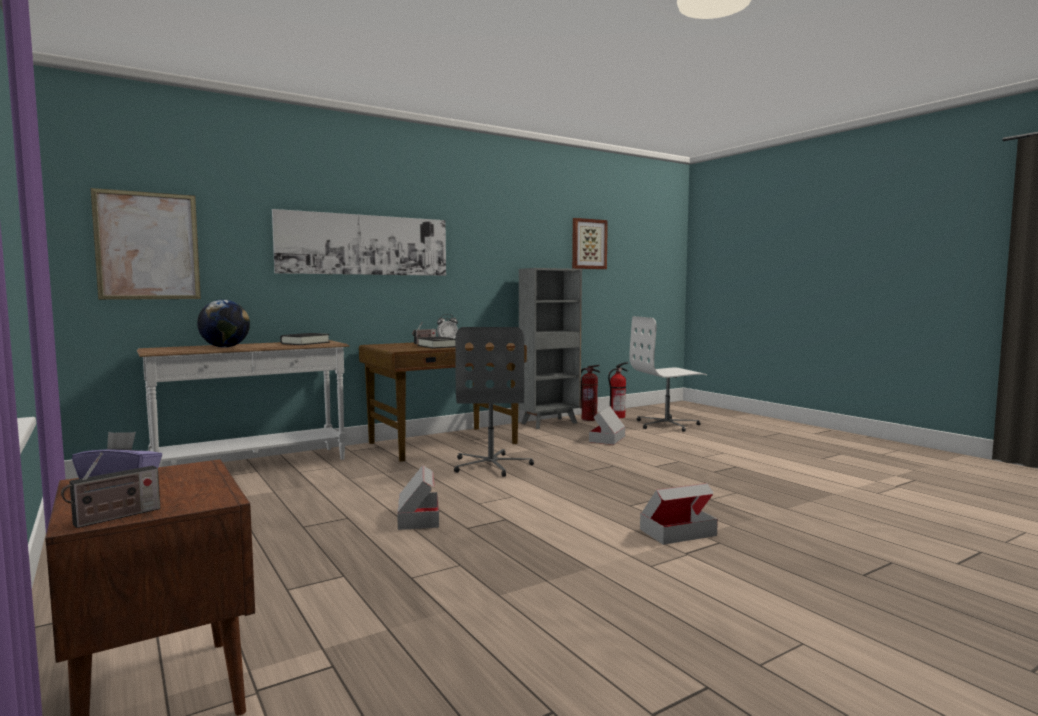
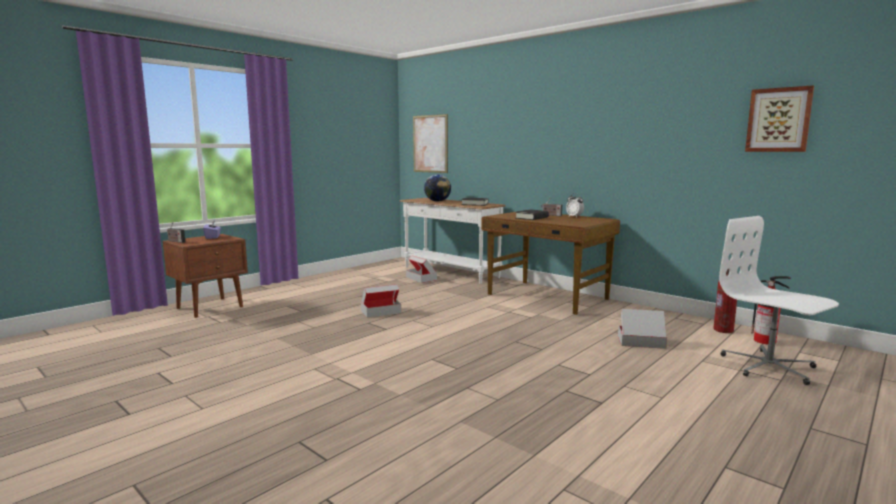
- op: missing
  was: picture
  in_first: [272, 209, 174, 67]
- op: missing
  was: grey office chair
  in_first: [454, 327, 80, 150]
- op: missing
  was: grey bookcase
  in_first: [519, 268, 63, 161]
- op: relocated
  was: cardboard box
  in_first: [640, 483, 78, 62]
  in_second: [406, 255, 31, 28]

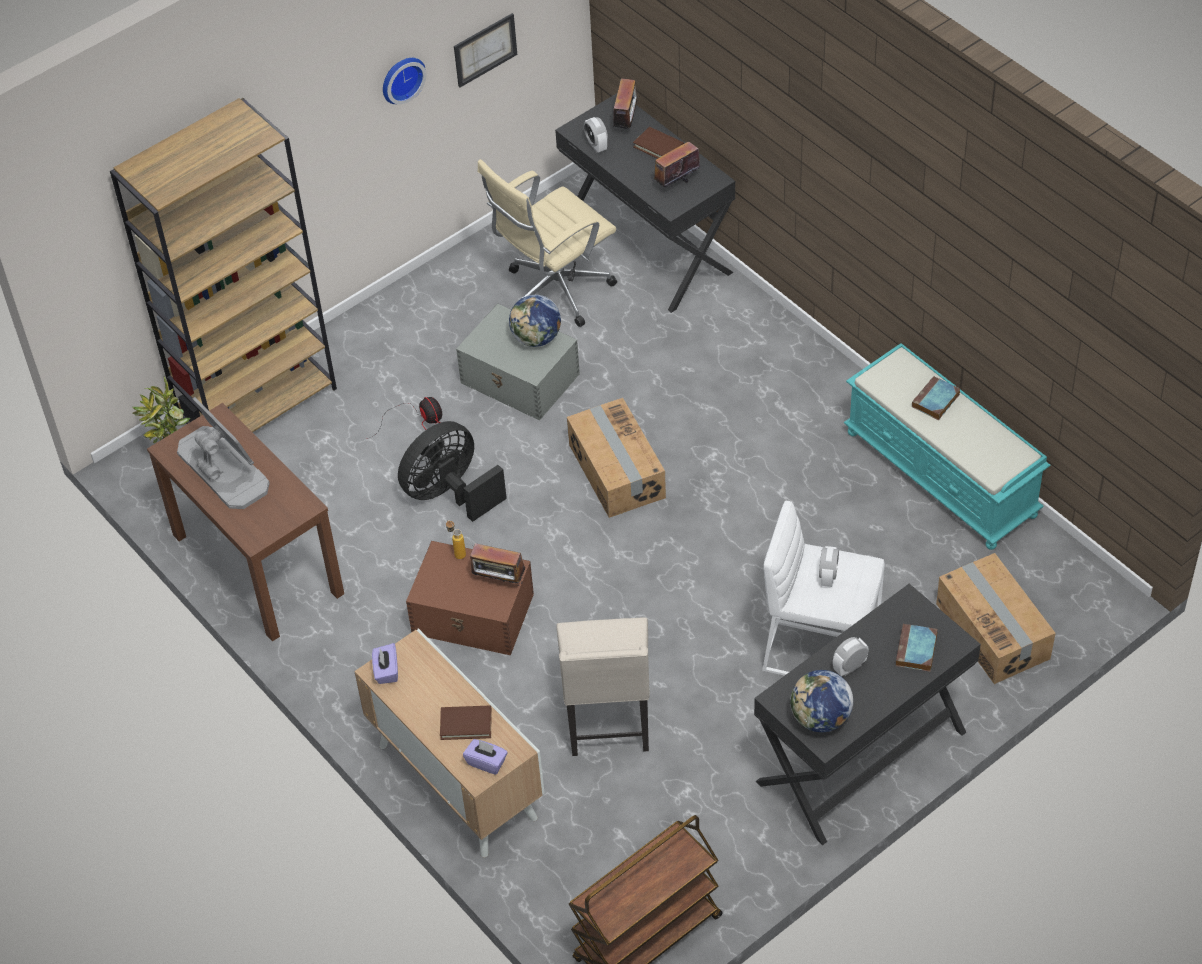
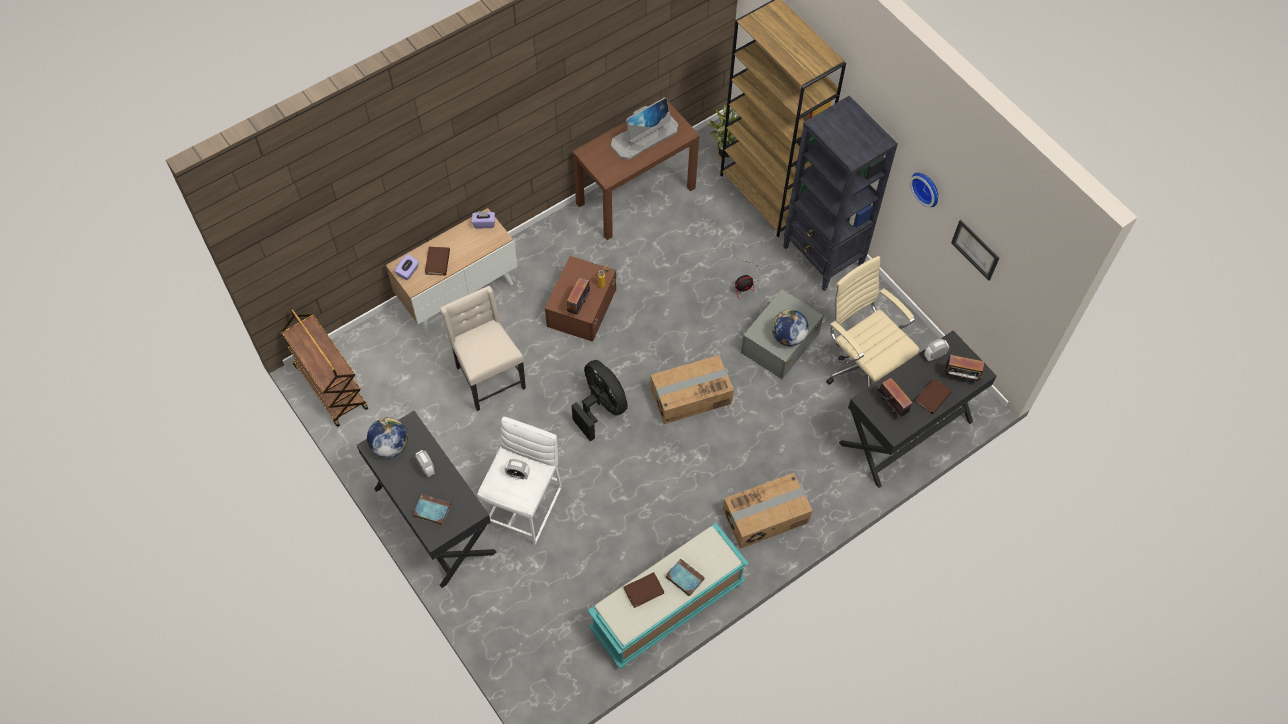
- op: appeared
  now: brown book
  in_second: [624, 572, 40, 36]
- op: appeared
  now: black bookcase
  in_second: [783, 96, 115, 195]
- op: relocated
  was: black fan
  in_first: [398, 421, 109, 101]
  in_second: [572, 360, 56, 81]
- op: relocated
  was: cardboard box
  in_first: [936, 553, 120, 131]
  in_second: [723, 473, 90, 76]
- op: spun
  was: beige chair
  in_first: [556, 618, 94, 138]
  in_second: [440, 286, 86, 125]
  clockwise: 60

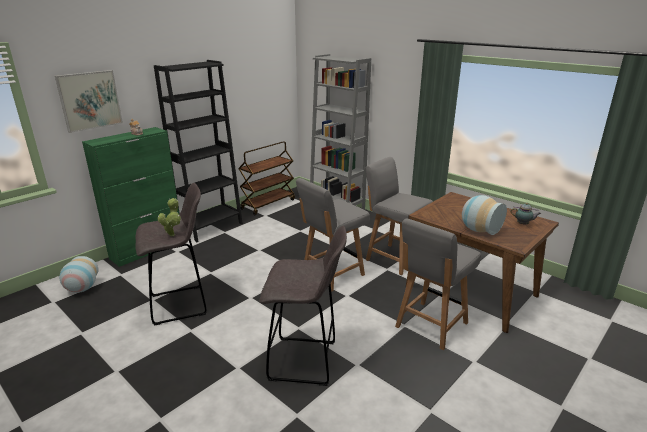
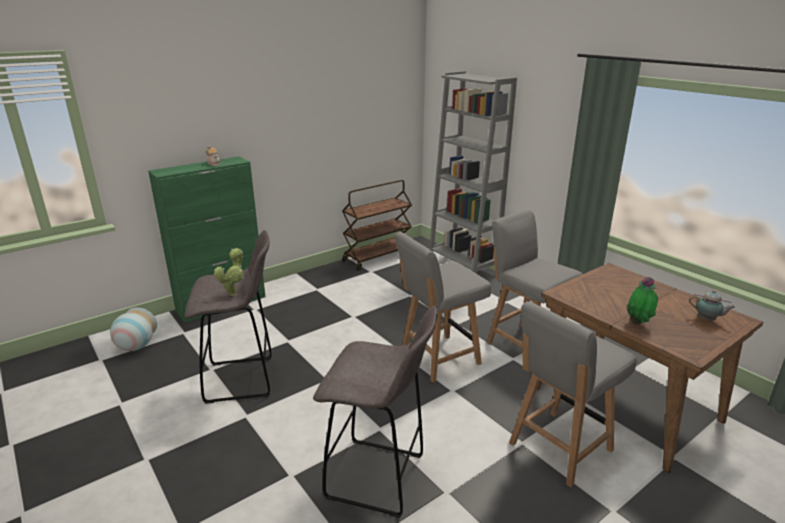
- op: missing
  was: picture
  in_first: [55, 70, 68, 63]
- op: missing
  was: black bookcase
  in_first: [154, 60, 89, 182]
- op: exchanged
  was: vase
  now: potted plant
  in_first: [462, 195, 45, 40]
  in_second: [627, 277, 31, 48]

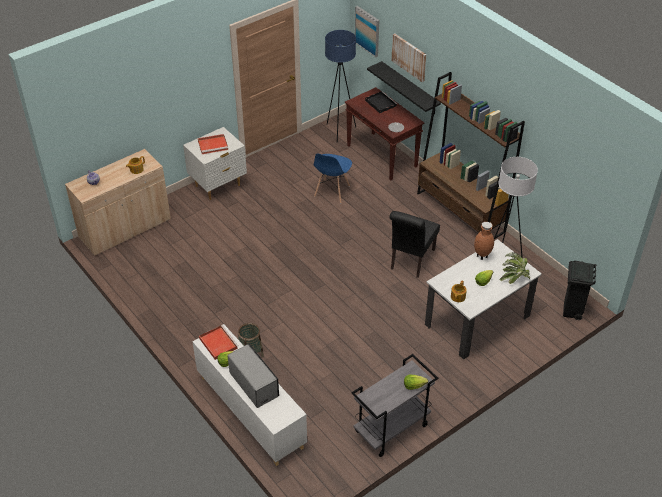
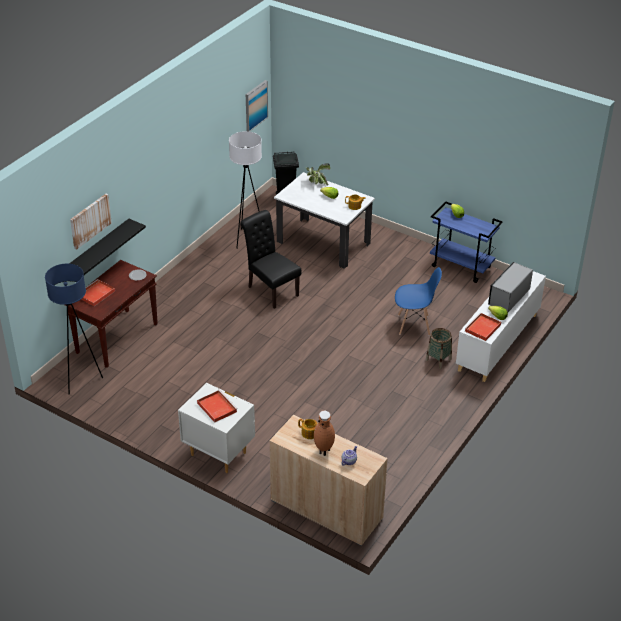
- op: missing
  was: brown bookcase
  in_first: [417, 72, 108, 167]
- op: relocated
  was: blue chair
  in_first: [314, 153, 38, 50]
  in_second: [395, 267, 47, 69]
- op: relocated
  was: picture
  in_first: [355, 6, 24, 51]
  in_second: [246, 80, 22, 52]
- op: relocated
  was: brown vase
  in_first: [474, 222, 20, 38]
  in_second: [314, 411, 21, 45]
- op: colour
  was: grey cart
  now: blue cart
  in_first: [352, 354, 86, 103]
  in_second: [430, 201, 73, 82]
- op: colour
  was: black tray
  now: red tray
  in_first: [365, 91, 32, 22]
  in_second: [81, 279, 34, 27]
- op: spun
  was: black chair
  in_first: [389, 211, 51, 67]
  in_second: [240, 210, 61, 99]
  clockwise: -135

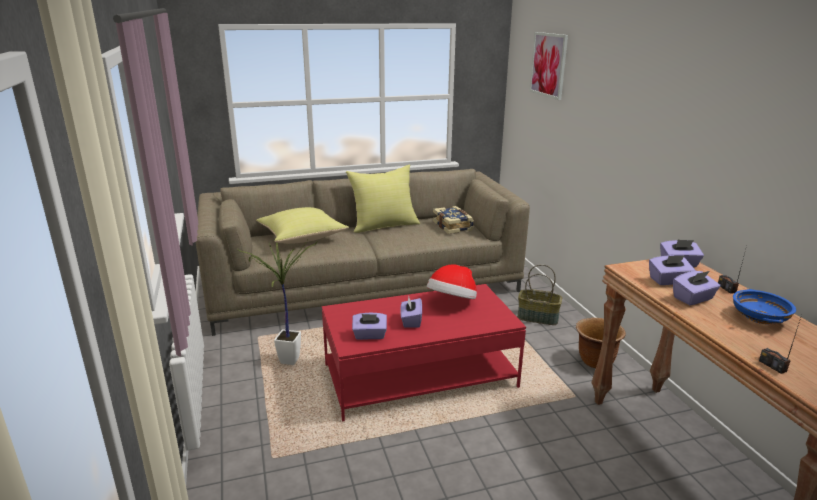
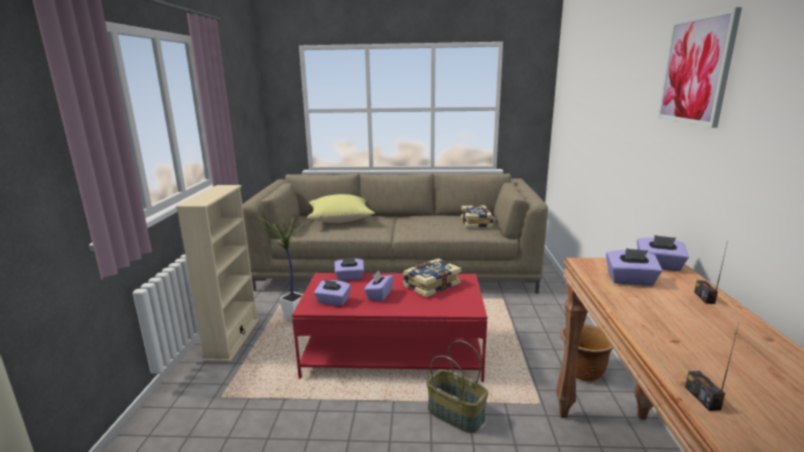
- op: missing
  was: yellow pillow
  in_first: [346, 165, 74, 68]
- op: missing
  was: blue bowl
  in_first: [733, 289, 63, 35]
- op: appeared
  now: beige bookcase
  in_second: [176, 185, 83, 177]
- op: relocated
  was: basket
  in_first: [517, 264, 45, 61]
  in_second: [427, 340, 61, 94]
- op: relocated
  was: picture
  in_first: [529, 32, 39, 68]
  in_second: [658, 7, 84, 121]
- op: relocated
  was: purple tissue box
  in_first: [673, 271, 47, 34]
  in_second: [335, 258, 29, 23]
- op: exchanged
  was: hat
  now: book
  in_first: [427, 264, 50, 35]
  in_second: [403, 259, 58, 38]

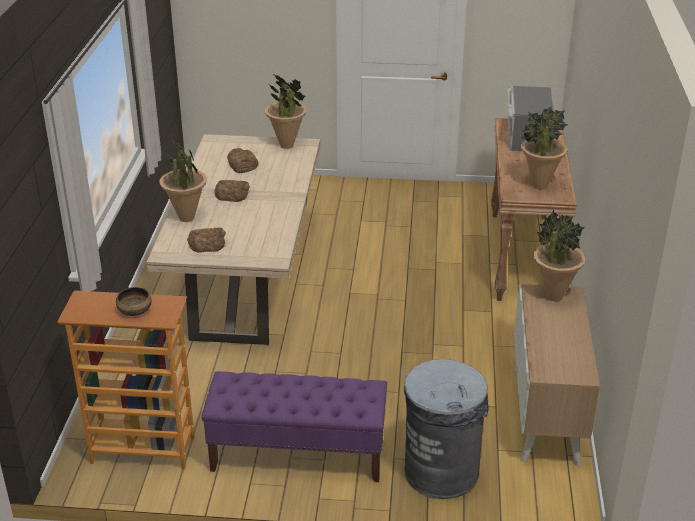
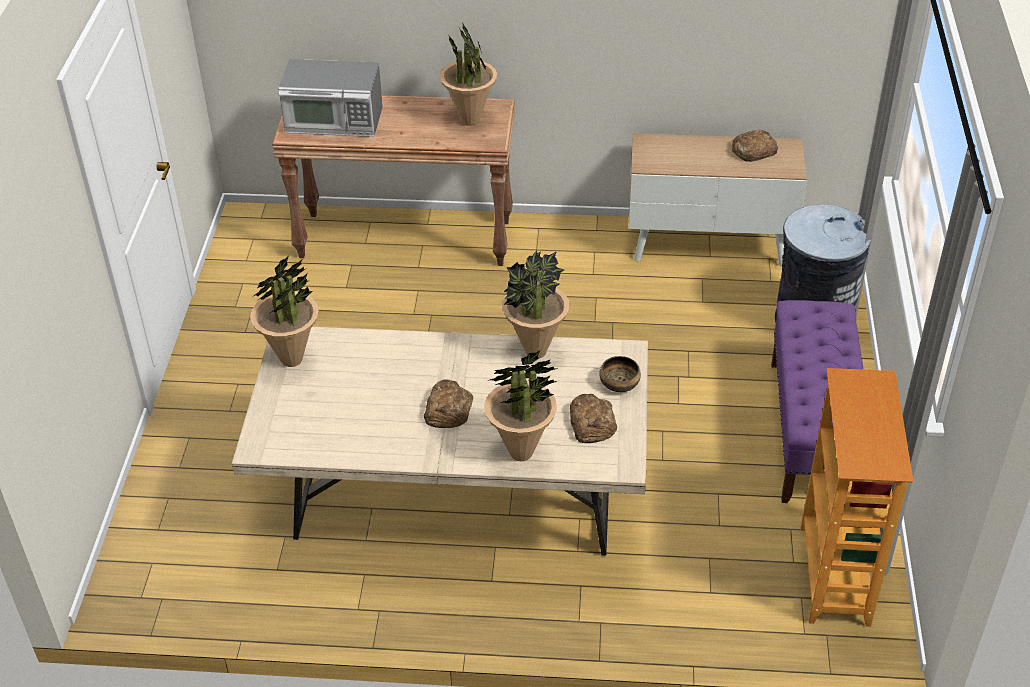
- op: relocated
  was: bowl
  in_first: [116, 287, 36, 29]
  in_second: [599, 356, 42, 36]
- op: relocated
  was: bread
  in_first: [227, 148, 32, 25]
  in_second: [732, 130, 46, 32]
- op: relocated
  was: potted plant
  in_first: [533, 209, 53, 92]
  in_second: [502, 250, 67, 108]

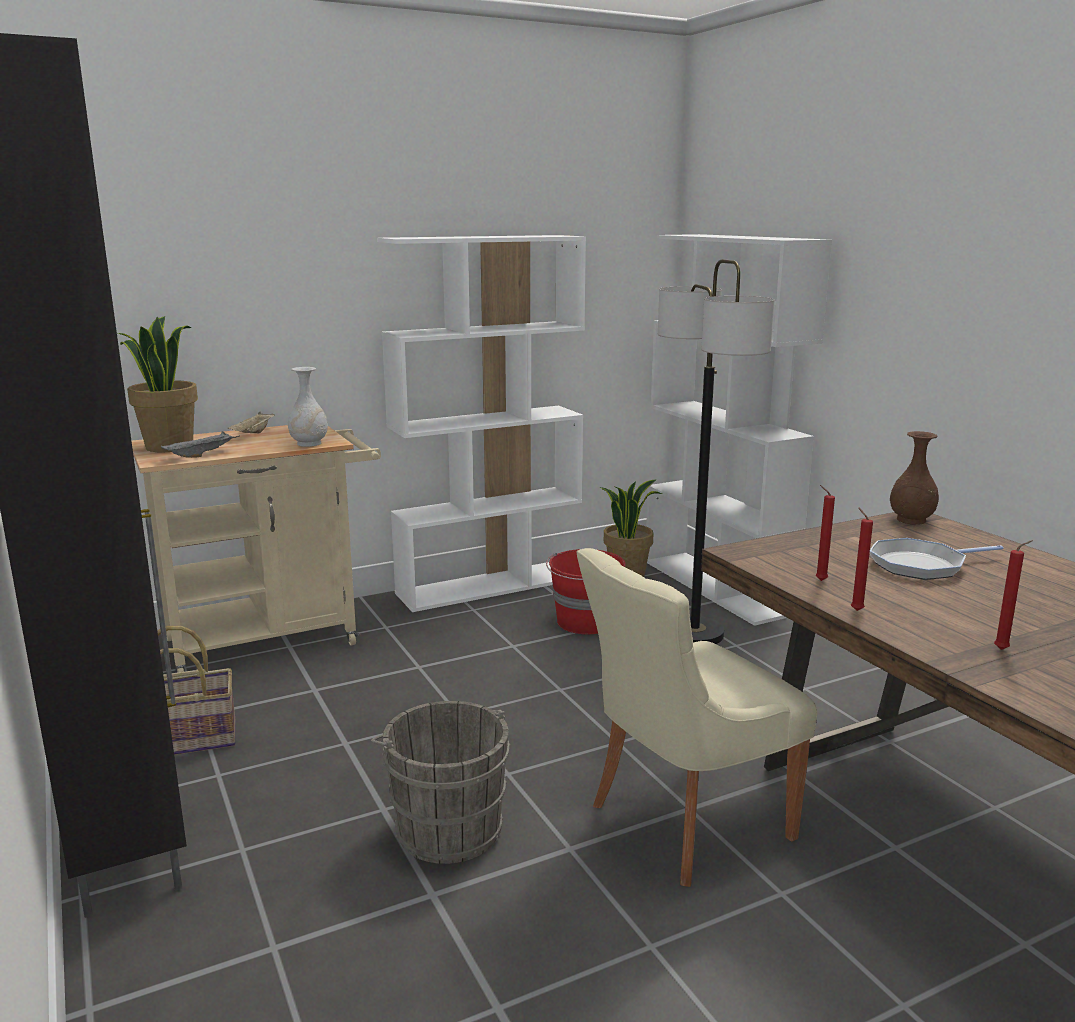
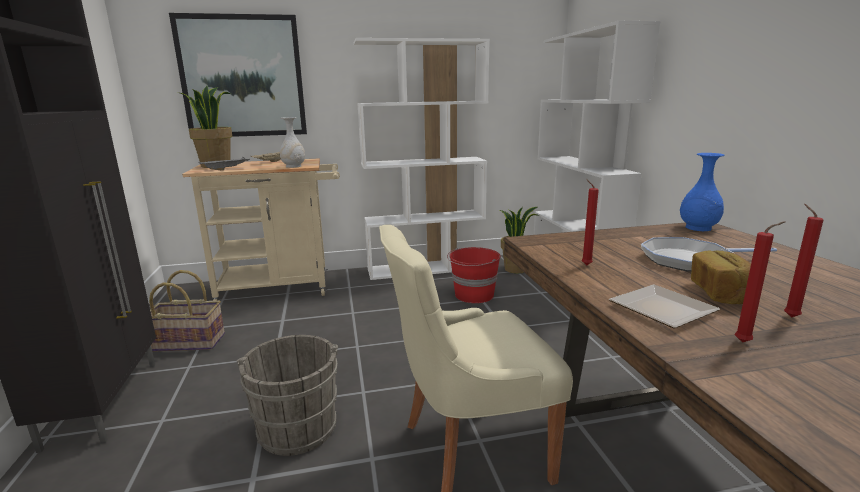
- op: missing
  was: floor lamp
  in_first: [658, 259, 117, 385]
- op: appeared
  now: picture
  in_second: [169, 13, 138, 124]
- op: appeared
  now: plate
  in_second: [609, 285, 111, 43]
- op: appeared
  now: bread
  in_second: [691, 251, 60, 53]
- op: relocated
  was: red candle
  in_first: [851, 507, 22, 104]
  in_second: [784, 204, 40, 114]
- op: colour
  was: brown vase
  now: blue vase
  in_first: [890, 431, 49, 94]
  in_second: [680, 153, 45, 78]

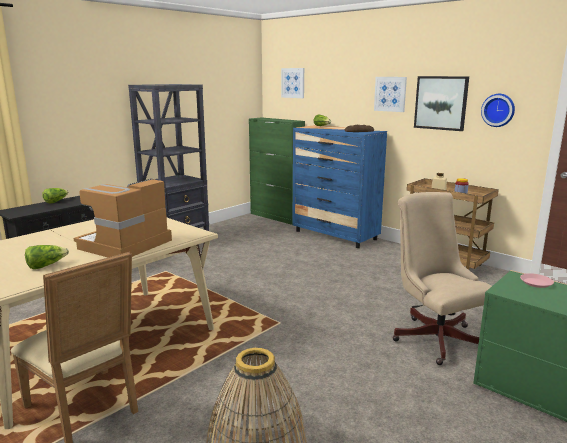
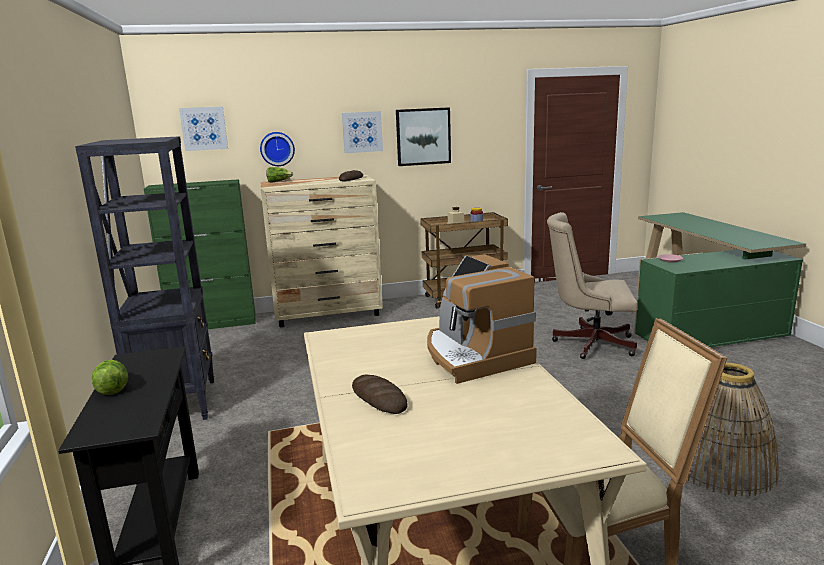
- op: missing
  was: lettuce
  in_first: [25, 245, 44, 24]
- op: appeared
  now: bread
  in_second: [352, 375, 56, 39]
- op: relocated
  was: wall clock
  in_first: [481, 94, 34, 33]
  in_second: [260, 132, 35, 34]
- op: colour
  was: blue dresser
  now: beige dresser
  in_first: [292, 125, 95, 123]
  in_second: [261, 175, 122, 152]

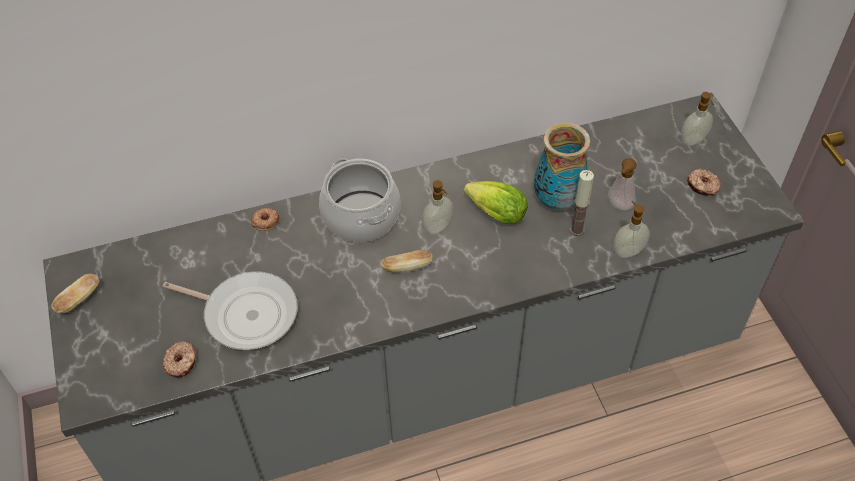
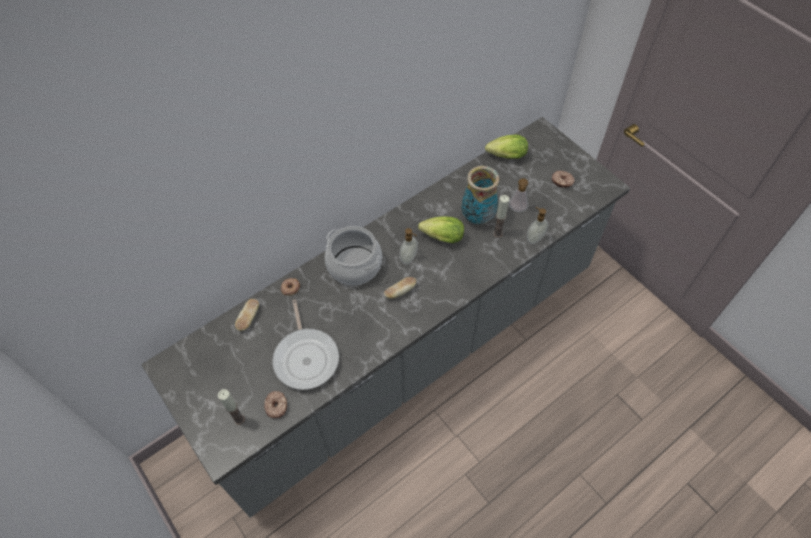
- op: missing
  was: soap dispenser
  in_first: [681, 92, 33, 54]
- op: appeared
  now: candle
  in_second: [218, 389, 27, 36]
- op: appeared
  now: lettuce
  in_second: [485, 135, 43, 24]
- op: relocated
  was: bread
  in_first: [51, 274, 48, 39]
  in_second: [235, 299, 24, 32]
- op: spun
  was: frying pan
  in_first: [163, 271, 135, 79]
  in_second: [272, 300, 67, 90]
  clockwise: 75

